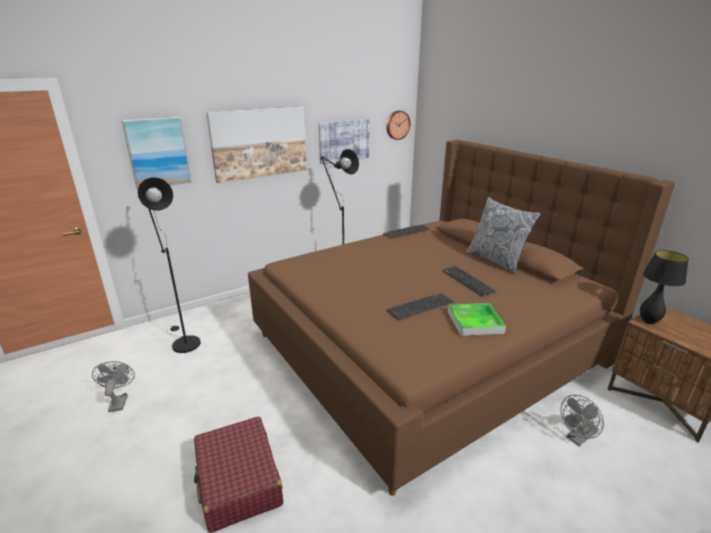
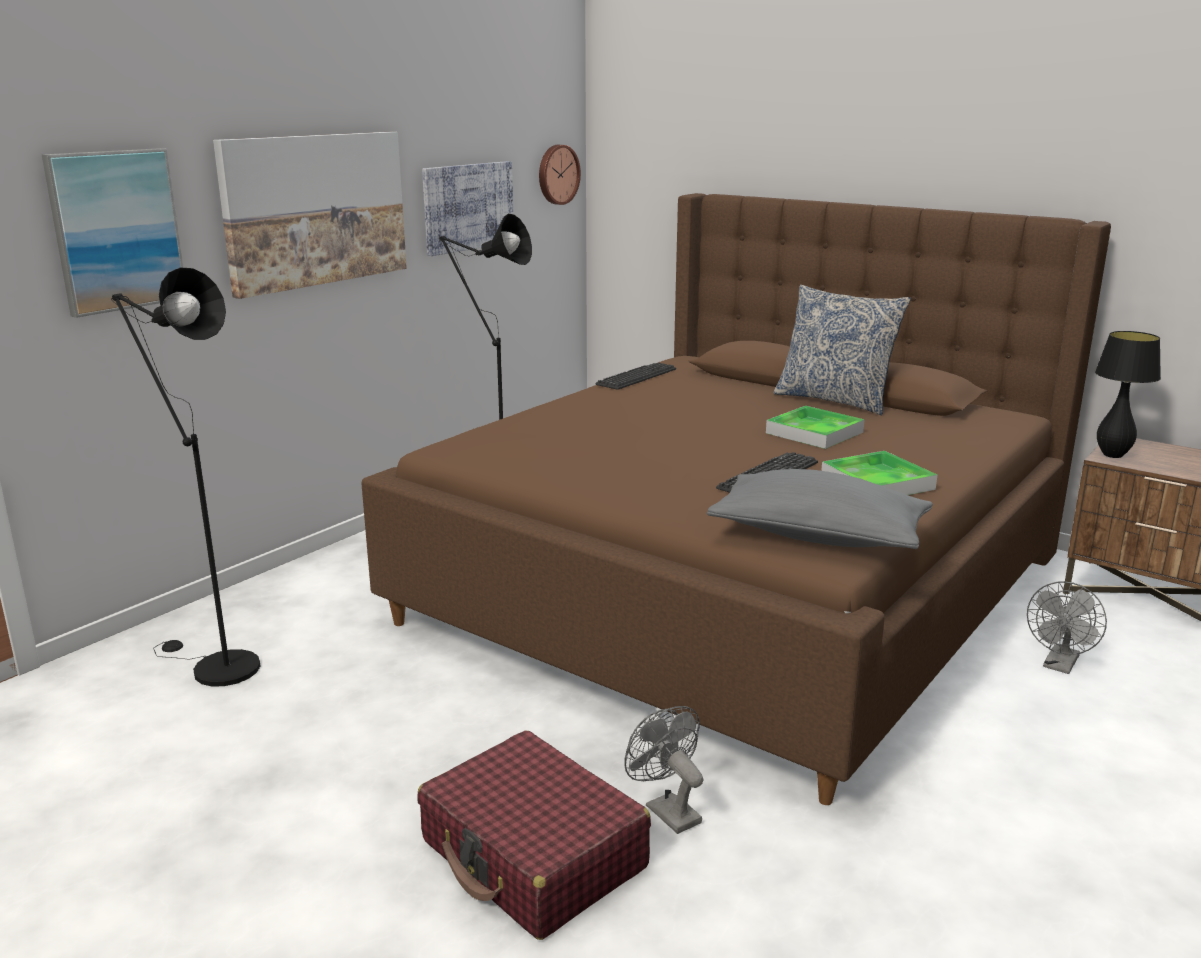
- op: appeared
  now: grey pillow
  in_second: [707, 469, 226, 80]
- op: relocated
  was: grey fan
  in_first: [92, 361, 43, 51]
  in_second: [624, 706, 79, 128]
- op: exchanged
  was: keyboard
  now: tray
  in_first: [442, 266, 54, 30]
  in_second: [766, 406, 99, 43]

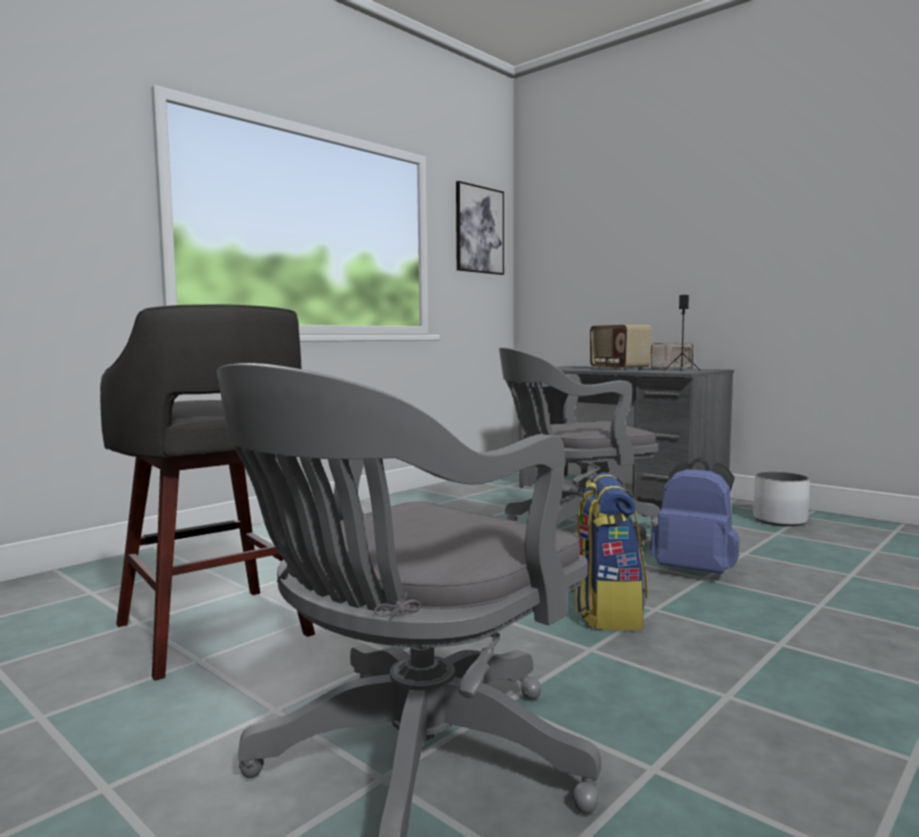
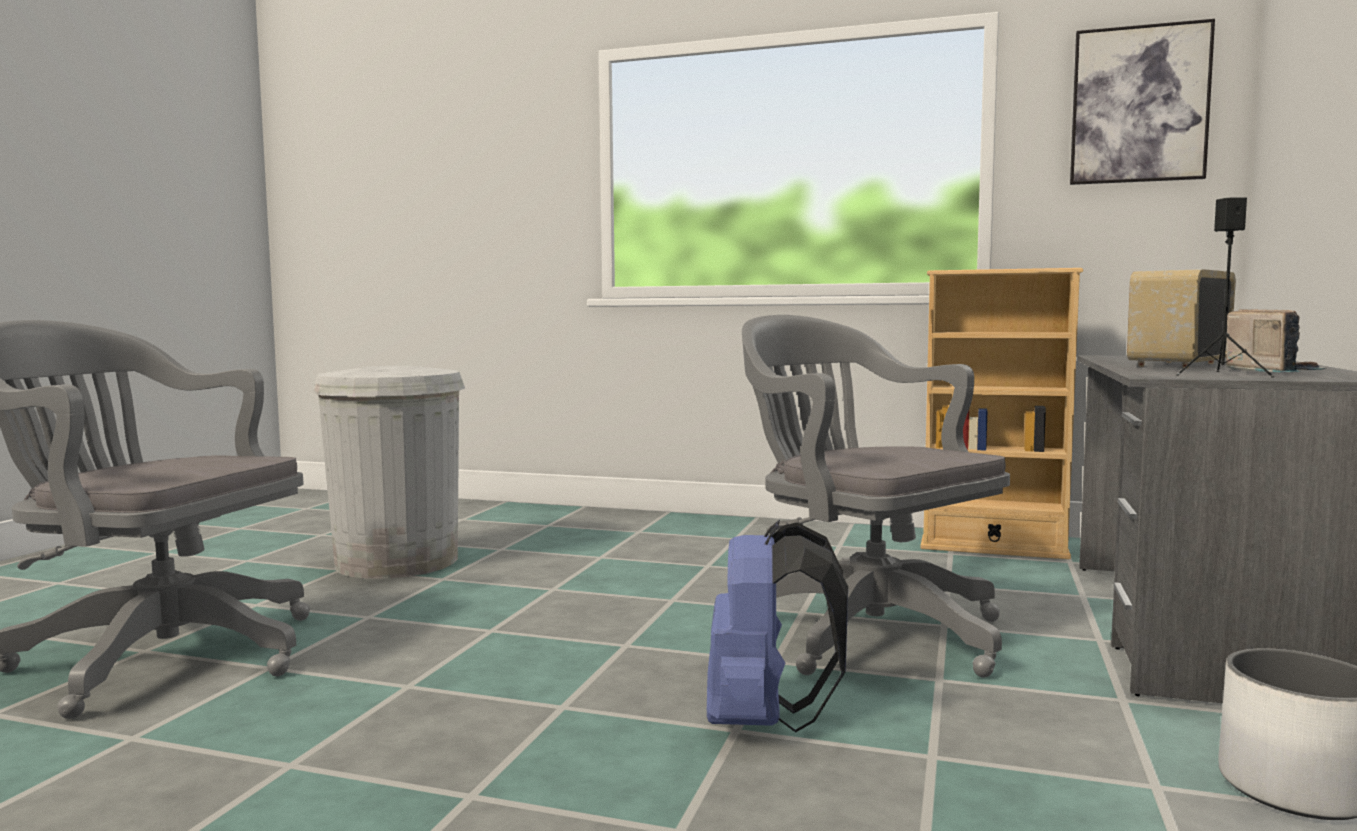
- op: missing
  was: backpack
  in_first: [571, 472, 76, 158]
- op: appeared
  now: beige bookcase
  in_second: [920, 268, 163, 291]
- op: exchanged
  was: grey stool
  now: white trash can
  in_first: [100, 304, 215, 377]
  in_second: [312, 366, 153, 213]

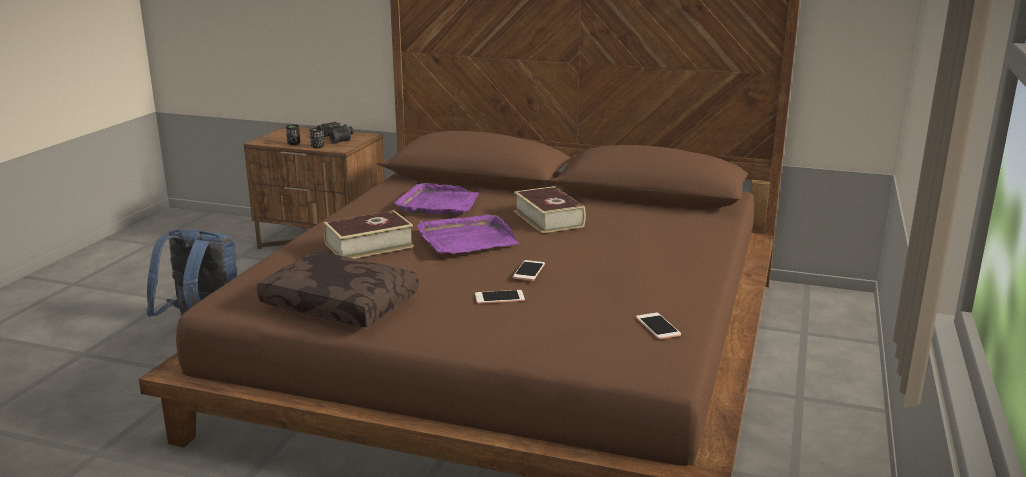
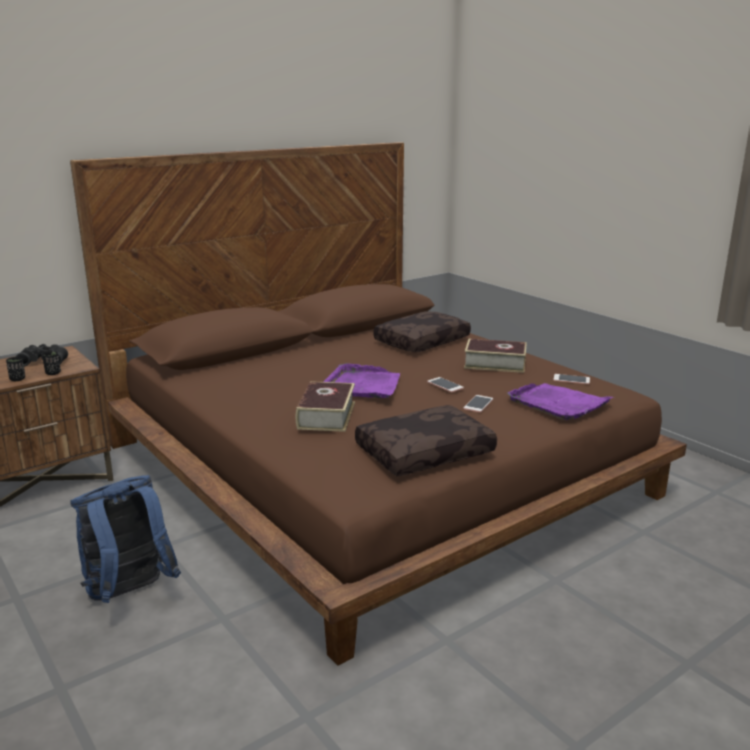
- op: appeared
  now: brown pillow
  in_second: [373, 311, 98, 41]
- op: relocated
  was: purple tray
  in_first: [394, 183, 85, 32]
  in_second: [507, 383, 106, 37]
- op: relocated
  was: book
  in_first: [514, 186, 72, 47]
  in_second: [464, 339, 63, 34]

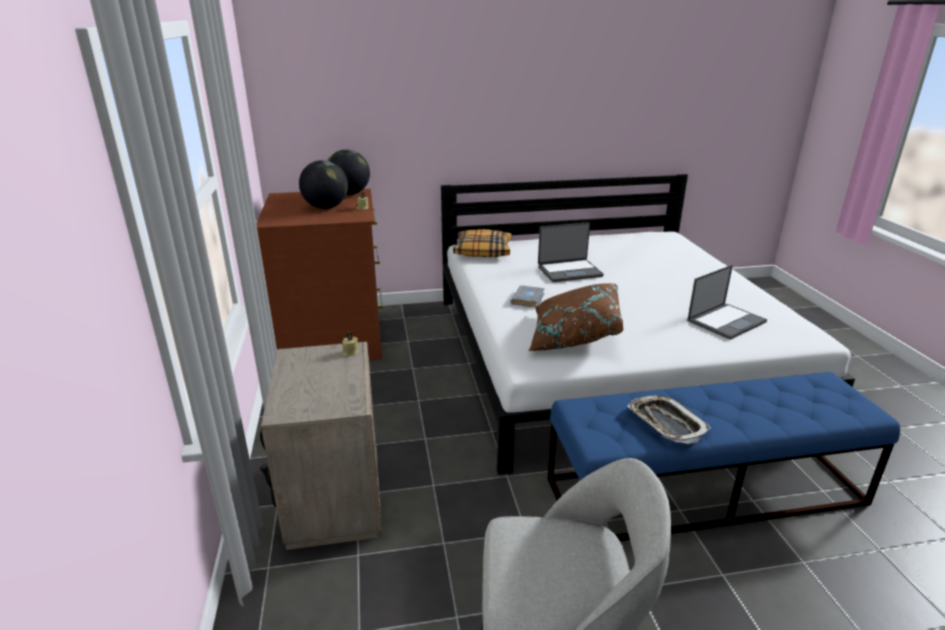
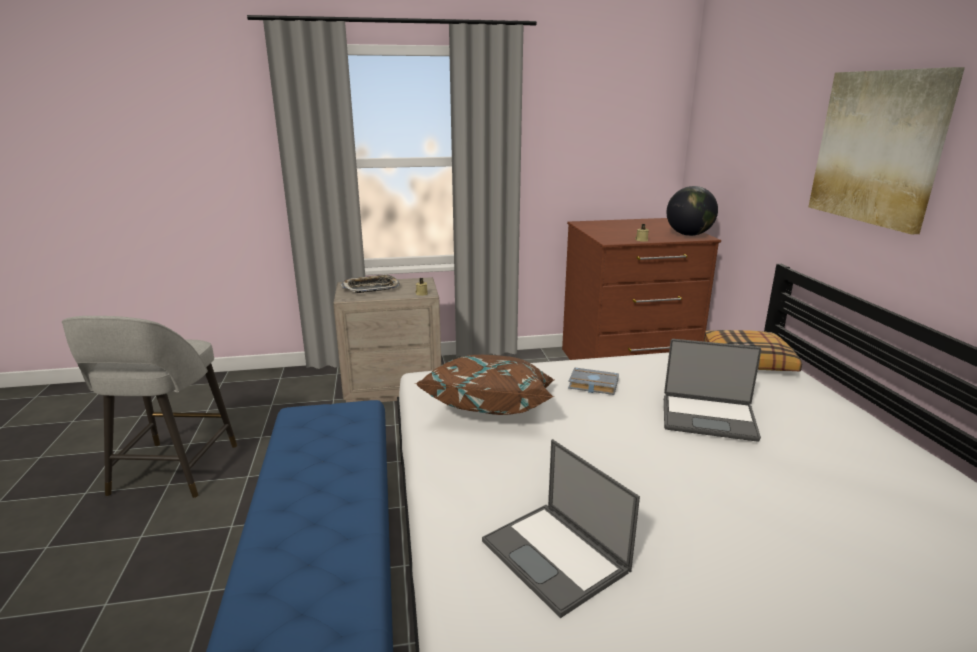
- op: missing
  was: globe
  in_first: [299, 160, 49, 49]
- op: appeared
  now: picture
  in_second: [808, 67, 157, 168]
- op: relocated
  was: tray
  in_first: [627, 395, 84, 49]
  in_second: [341, 274, 59, 19]
- op: spun
  was: laptop
  in_first: [538, 222, 66, 60]
  in_second: [664, 339, 97, 103]
  clockwise: -60

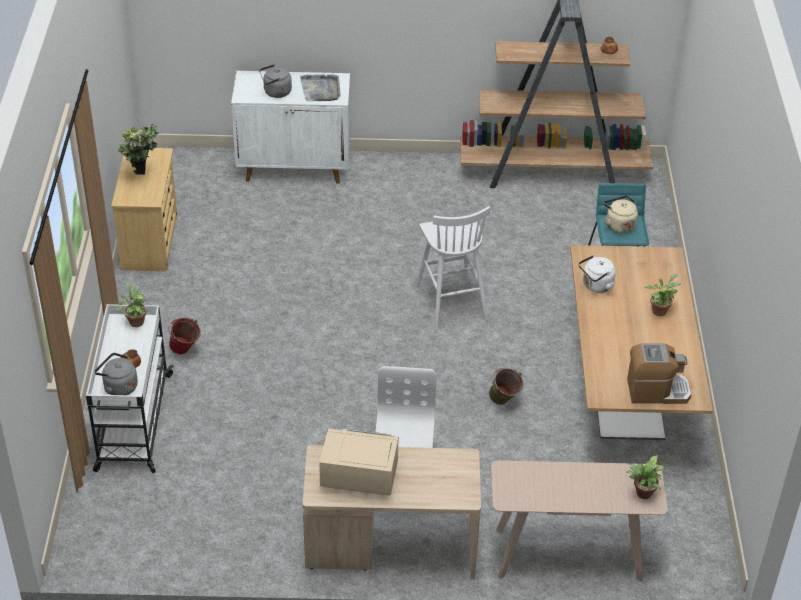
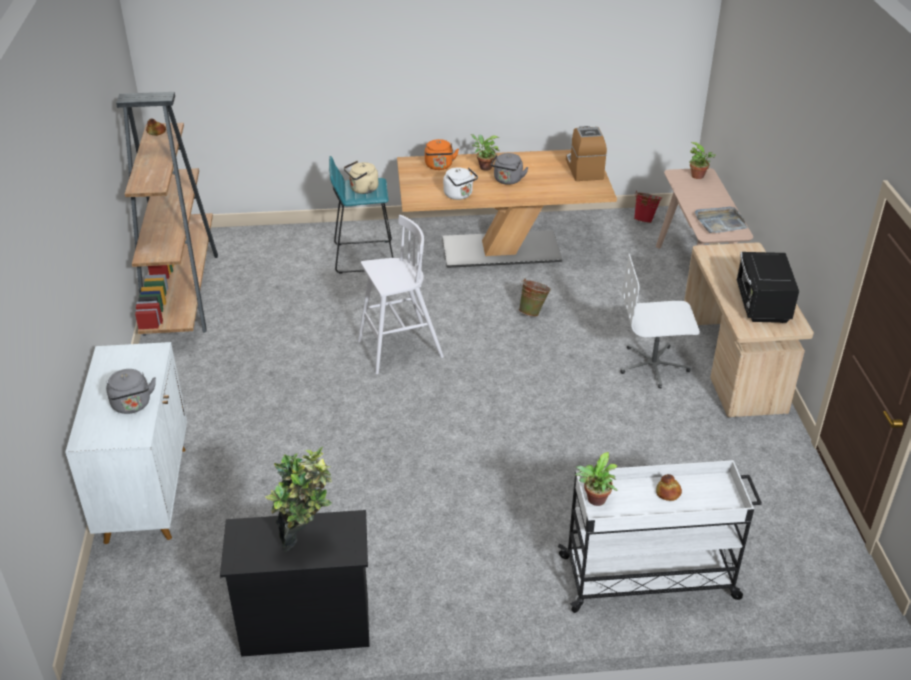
- op: appeared
  now: orange kettle
  in_second: [425, 139, 34, 31]
- op: relocated
  was: grey kettle
  in_first: [94, 353, 44, 42]
  in_second: [491, 153, 37, 32]
- op: relocated
  was: red bucket
  in_first: [169, 317, 32, 37]
  in_second: [634, 191, 28, 32]
- op: relocated
  was: grey tray
  in_first: [300, 74, 41, 27]
  in_second: [695, 207, 53, 26]
- op: colour
  was: beige dresser
  now: black dresser
  in_first: [111, 148, 66, 123]
  in_second: [220, 510, 149, 147]
- op: colour
  was: beige microwave
  now: black microwave
  in_first: [319, 428, 80, 68]
  in_second: [736, 252, 63, 71]

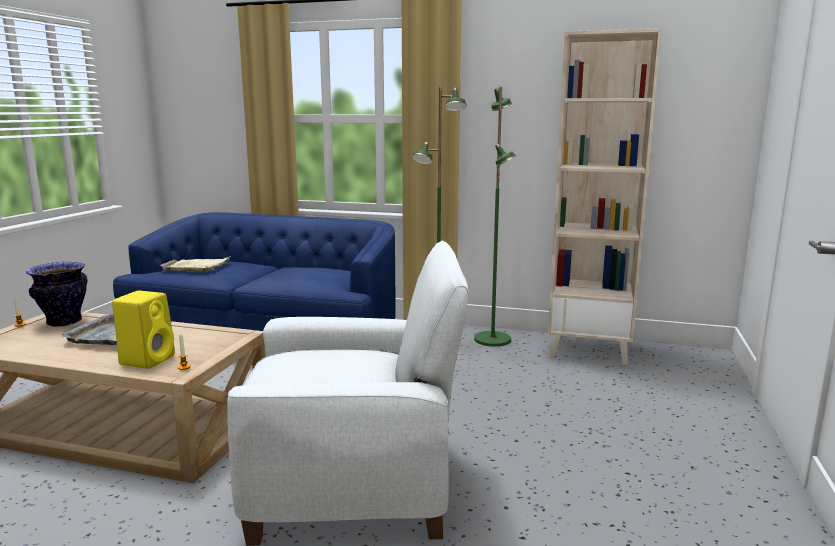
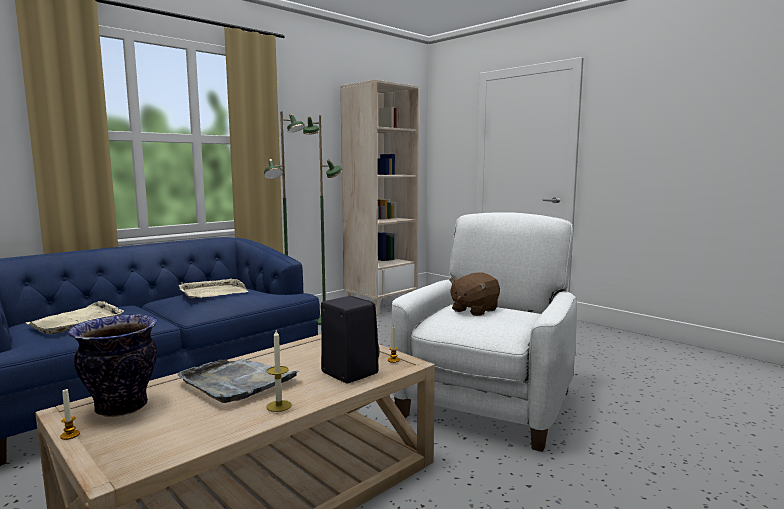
- op: appeared
  now: beige tray
  in_second: [179, 279, 70, 19]
- op: appeared
  now: candle
  in_second: [266, 330, 26, 82]
- op: appeared
  now: brown plush toy
  in_second: [449, 272, 51, 44]
- op: colour
  was: yellow speaker
  now: black speaker
  in_first: [112, 291, 63, 78]
  in_second: [321, 296, 58, 88]

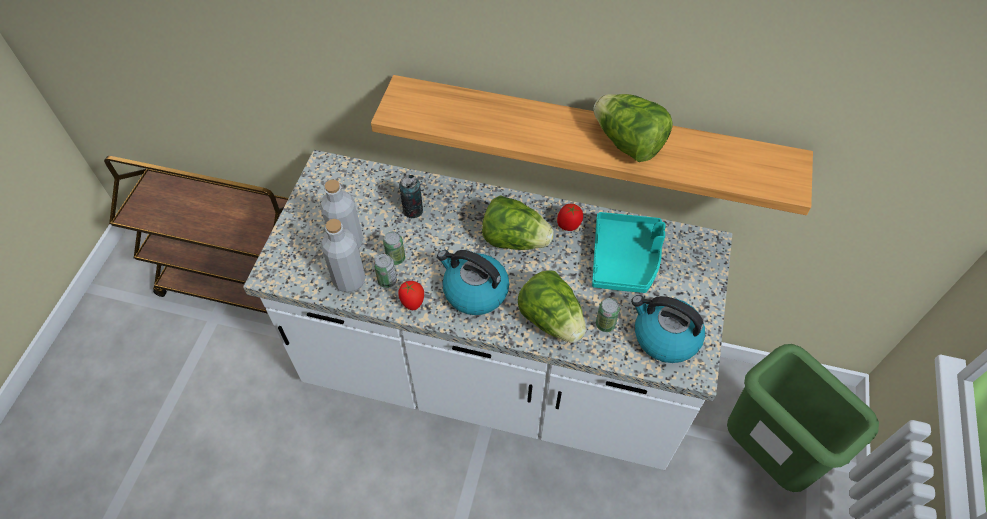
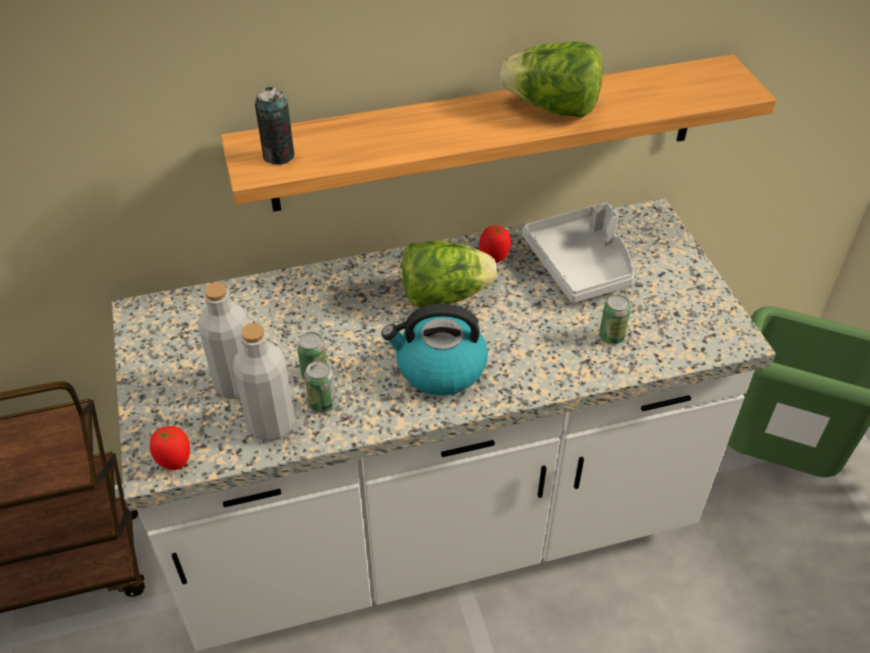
- op: missing
  was: lettuce
  in_first: [518, 270, 68, 73]
- op: missing
  was: kettle
  in_first: [631, 295, 74, 68]
- op: relocated
  was: tomato
  in_first: [398, 281, 26, 29]
  in_second: [150, 426, 40, 44]
- op: relocated
  was: can
  in_first: [399, 175, 24, 43]
  in_second: [255, 87, 40, 78]
- op: colour
  was: turquoise tray
  now: grey tray
  in_first: [592, 212, 73, 81]
  in_second: [522, 202, 112, 101]

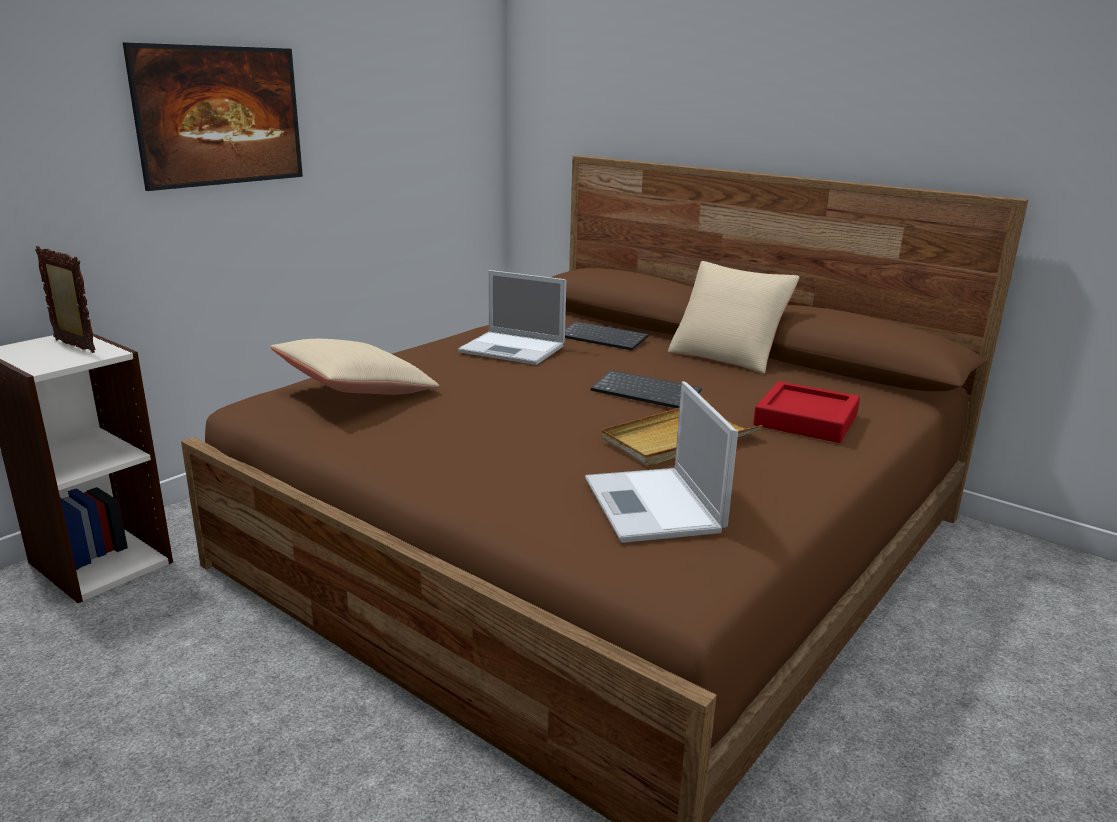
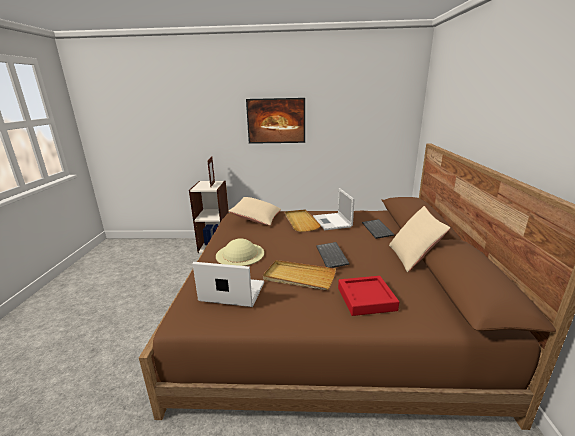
- op: appeared
  now: beige hat
  in_second: [216, 238, 48, 28]
- op: appeared
  now: beige tray
  in_second: [285, 209, 36, 23]
- op: spun
  was: laptop
  in_first: [585, 381, 153, 162]
  in_second: [193, 262, 71, 45]
  clockwise: 60

